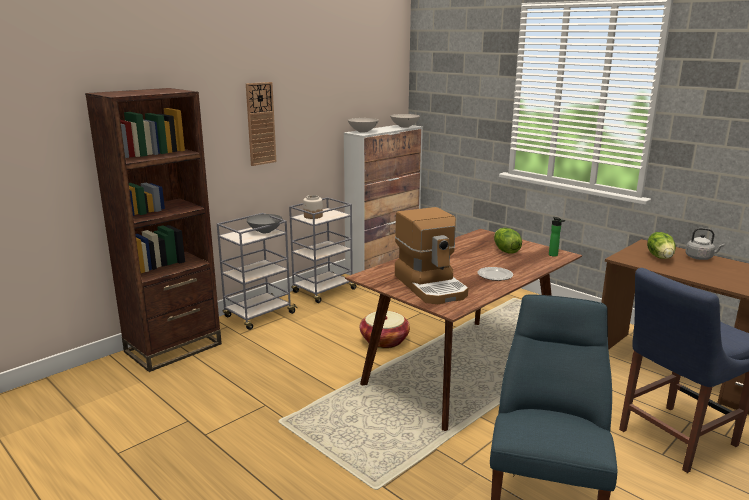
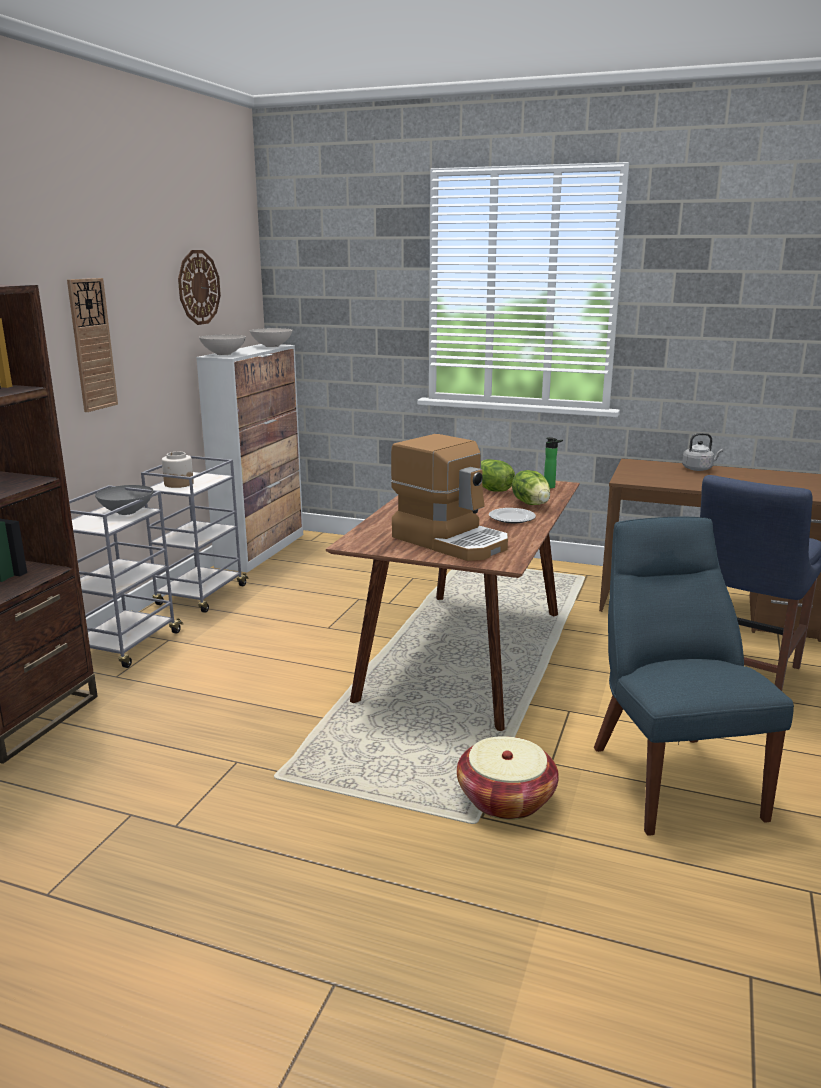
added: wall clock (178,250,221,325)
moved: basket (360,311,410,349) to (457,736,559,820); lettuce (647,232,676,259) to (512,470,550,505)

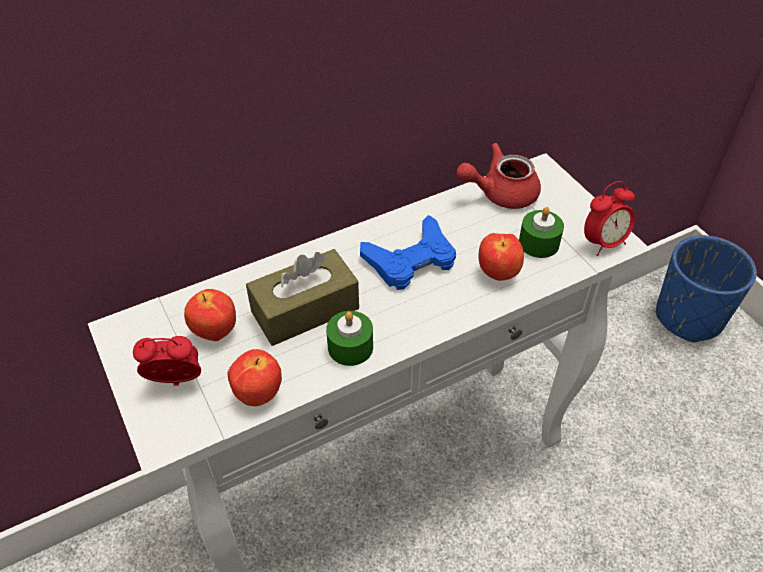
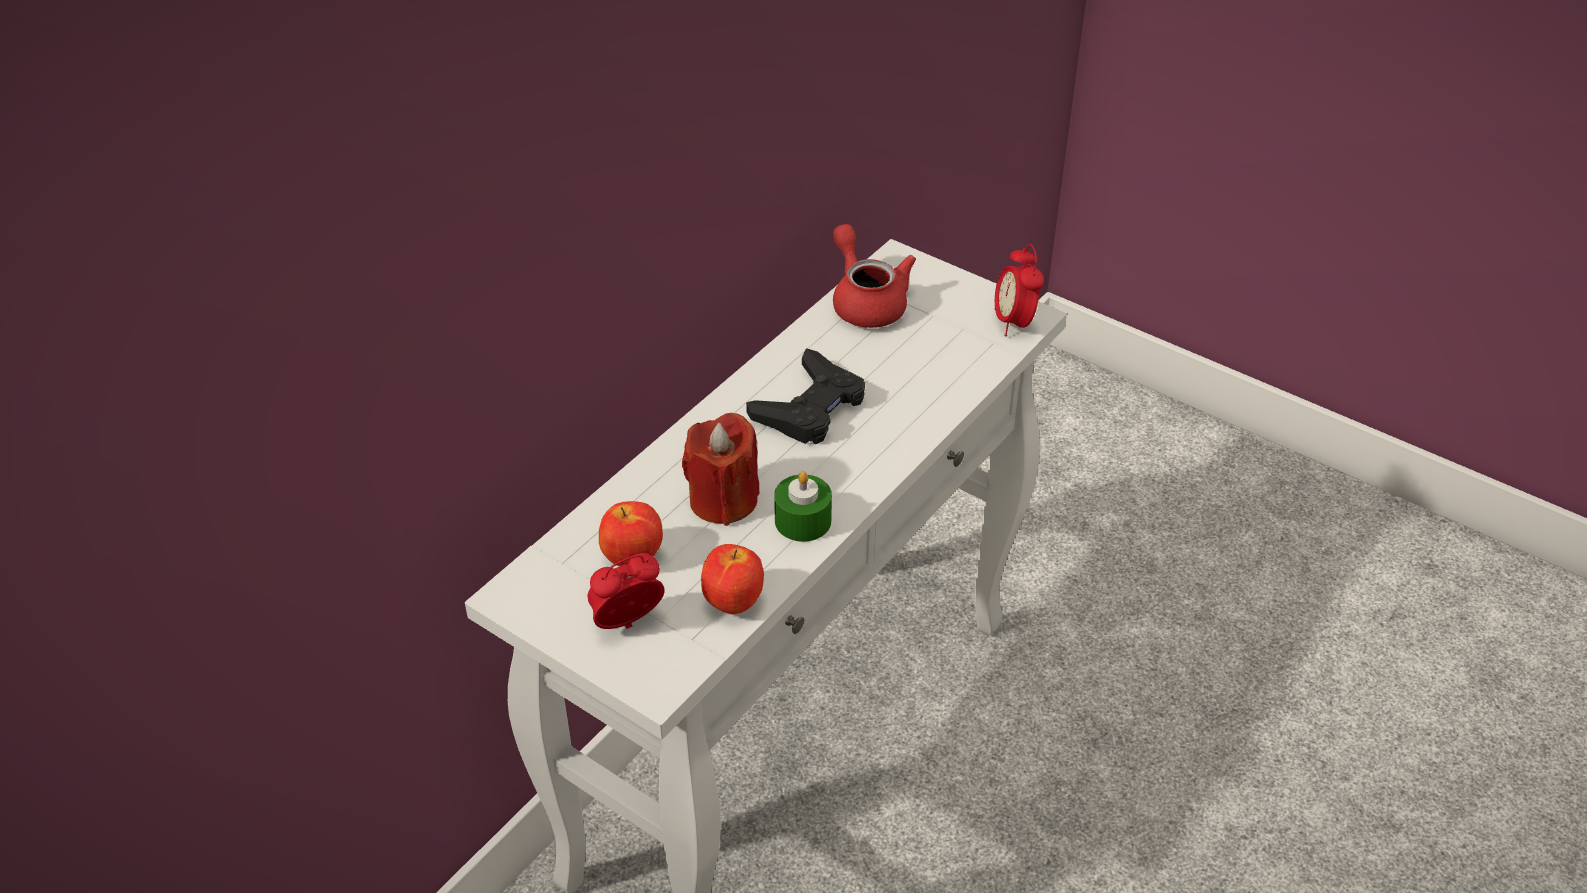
removed: apple (478,233,524,281); wax candle/green-coloured (519,207,564,258); plant pot/blue (656,235,757,343)
replaced: box of tissues/brown (246,249,359,346) to wax candle/reddish (682,413,759,526)
recoloured: gamepad/blue (360,215,456,290) to gamepad/blackish (746,348,865,444)
turned: tea pot/reddish (456,143,541,209) = (833,224,916,328) 105 degrees clockwise; table clock (584,181,635,256) = (994,244,1044,337) 135 degrees clockwise

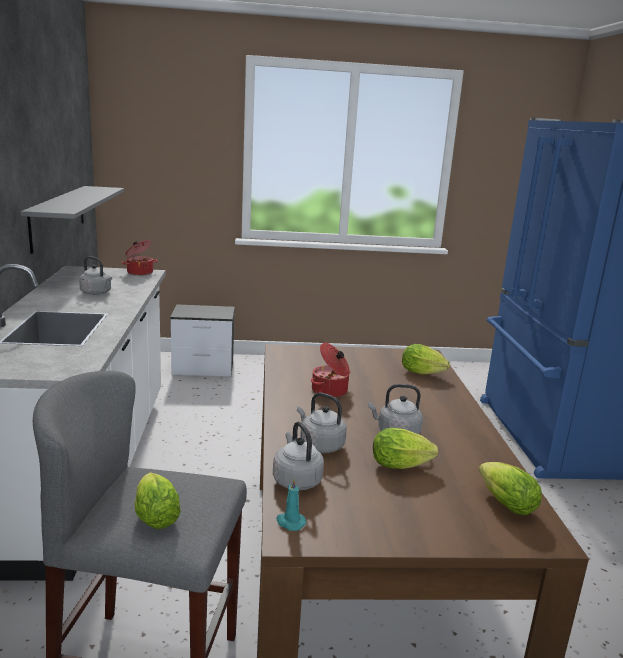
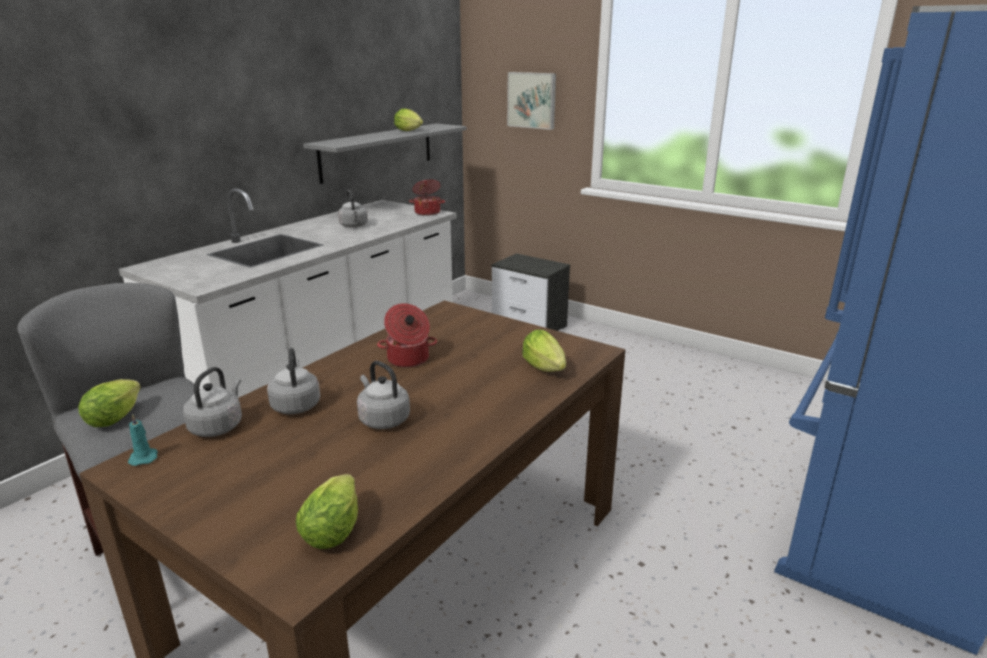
added: wall picture (507,72,556,130)
moved: lettuce (373,428,439,469) to (394,108,423,131)

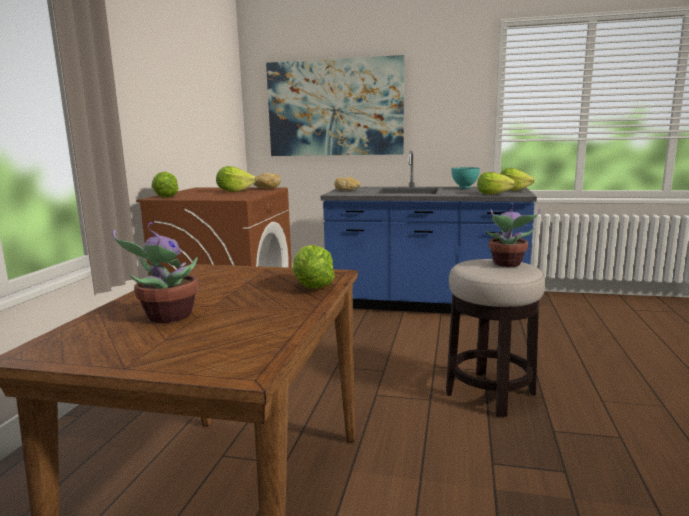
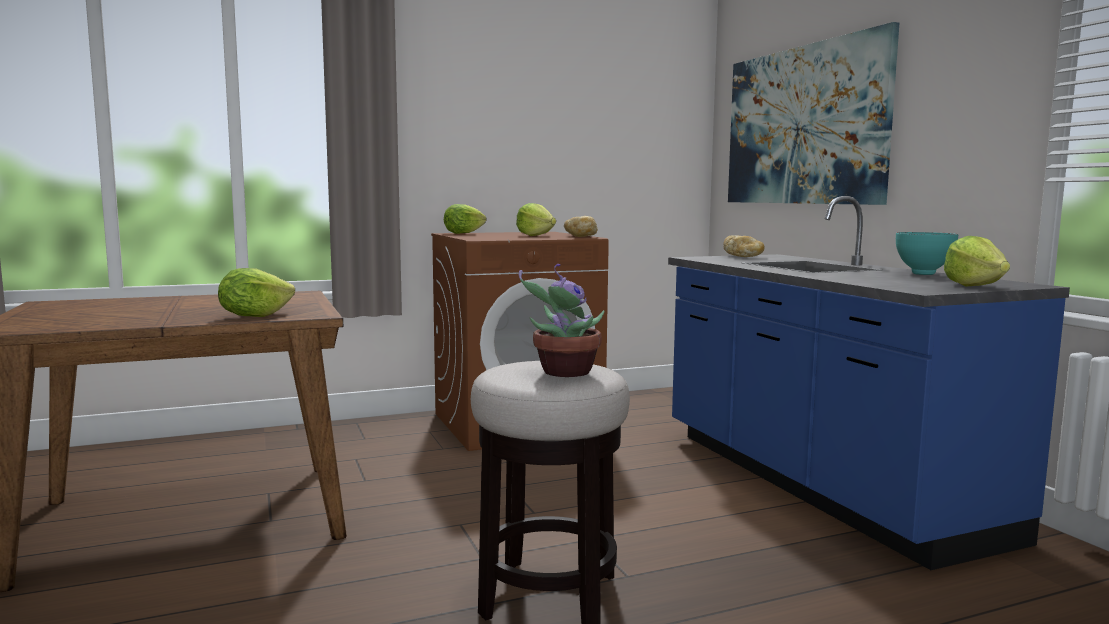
removed: houseplant (112,222,199,323); lettuce (477,172,515,194)

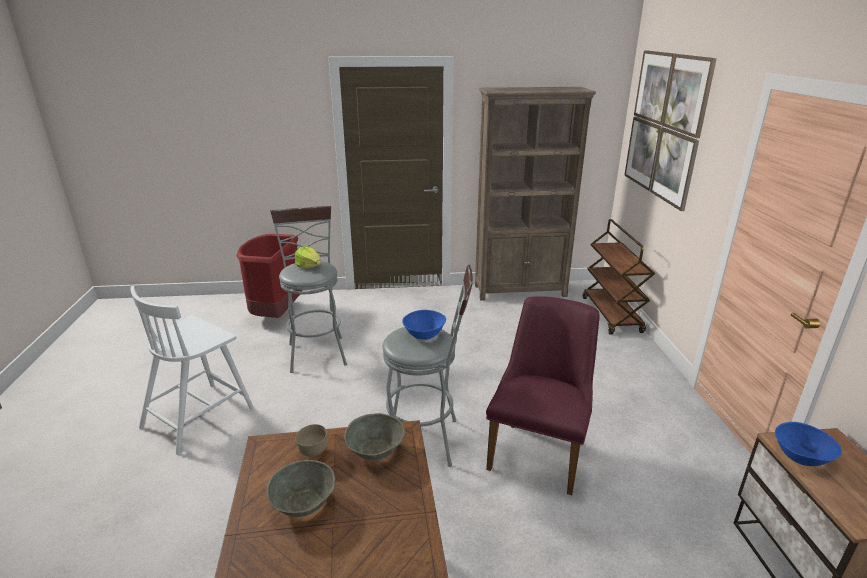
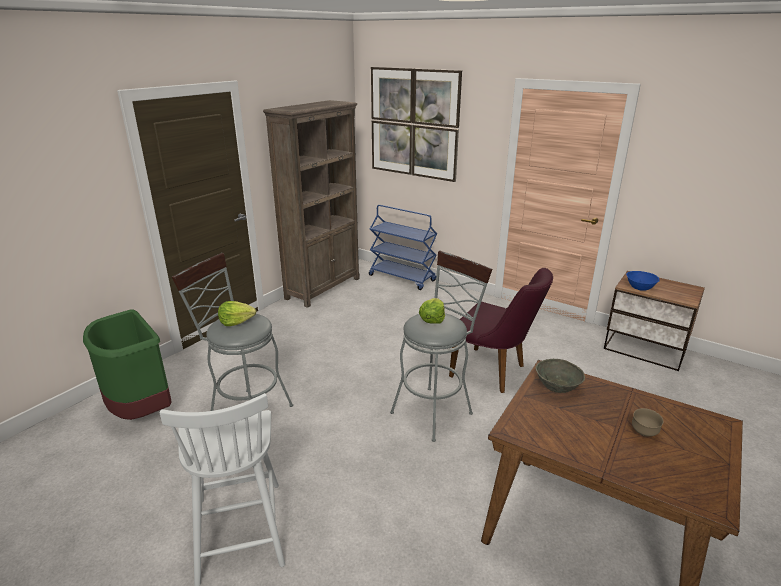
removed: bowl/gray (266,460,335,517)
moved: bowl/brown (295,424,328,456) to (632,408,664,437)
replaced: bowl/blue (402,310,446,340) to lettuce (419,298,445,324)
recoloured: rubbish bin/reddish (237,234,302,318) to rubbish bin/green-coloured (83,309,171,420); wheeled cart/brown (583,219,655,334) to wheeled cart/blue (369,205,437,290)
turned: upright chair/purplish (486,296,600,495) = (449,268,553,393) 150 degrees clockwise

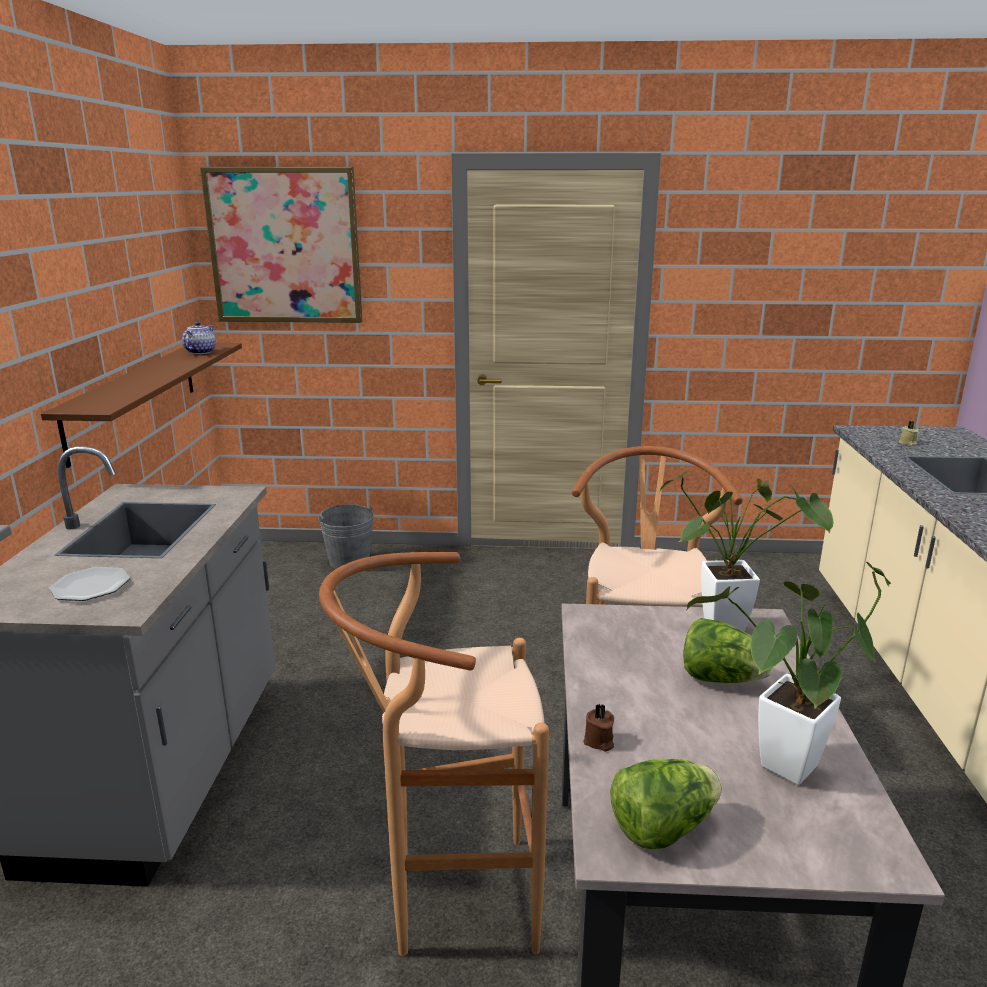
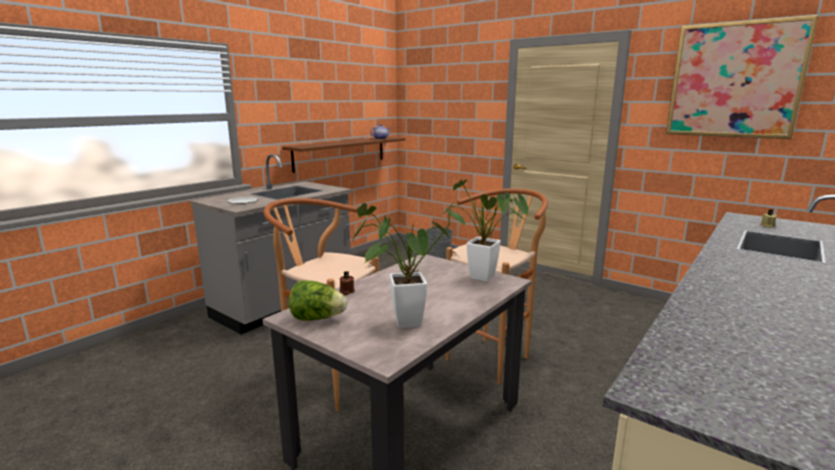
removed: lettuce (683,618,774,683)
moved: wall picture (200,167,362,323) to (666,15,819,139)

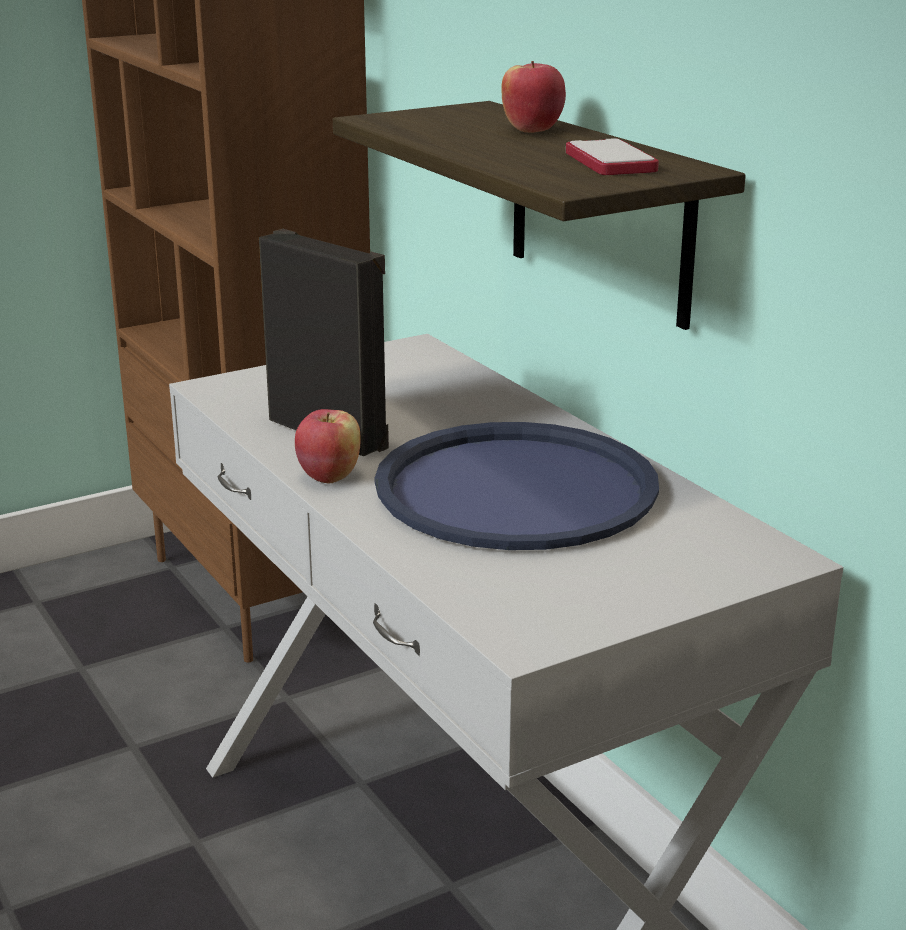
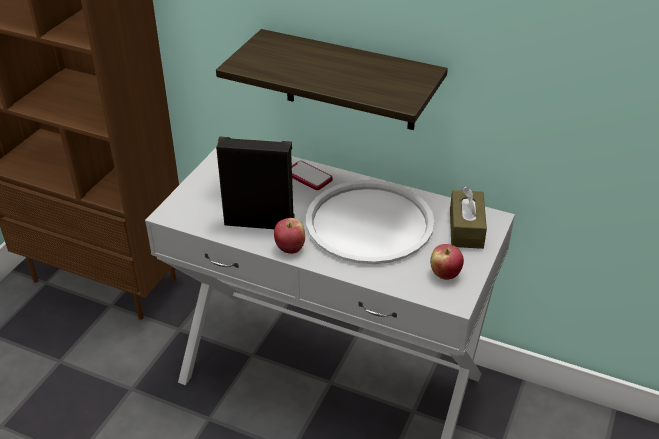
added: box of tissues/brown (450,186,487,249)
moved: apple (502,61,566,133) to (430,244,464,280); phone (566,138,659,175) to (292,161,332,190)
recoloured: serving tray/blue (374,422,659,550) to serving tray/white (306,180,434,264)

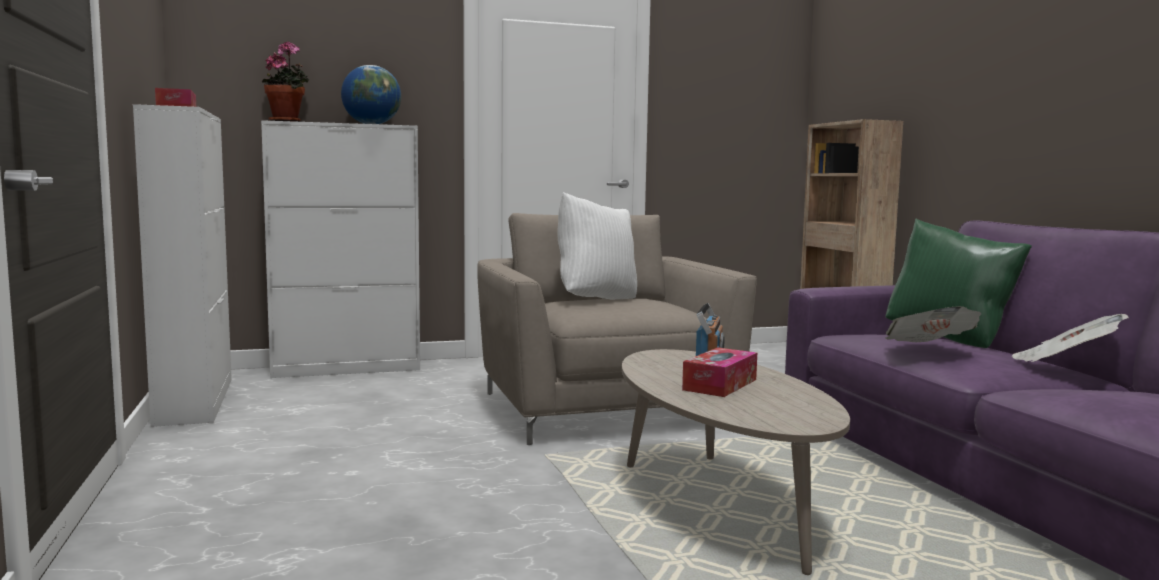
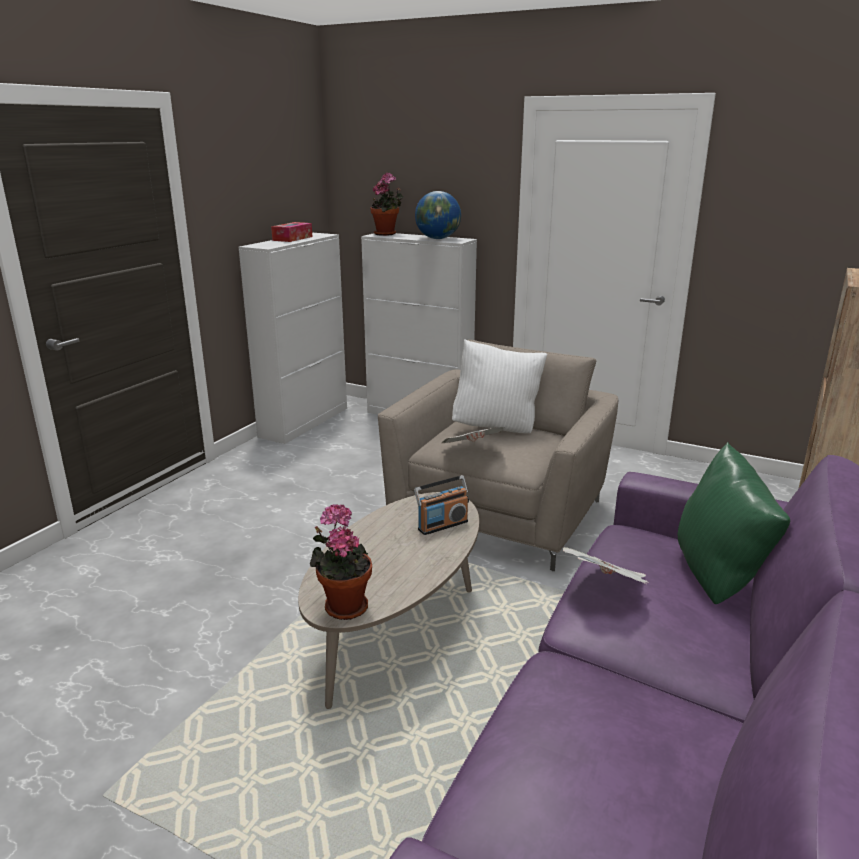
removed: box of tissues (682,347,757,397)
added: houseplant (310,504,372,620)
moved: newspaper (1011,314,1129,362) to (442,427,504,443)

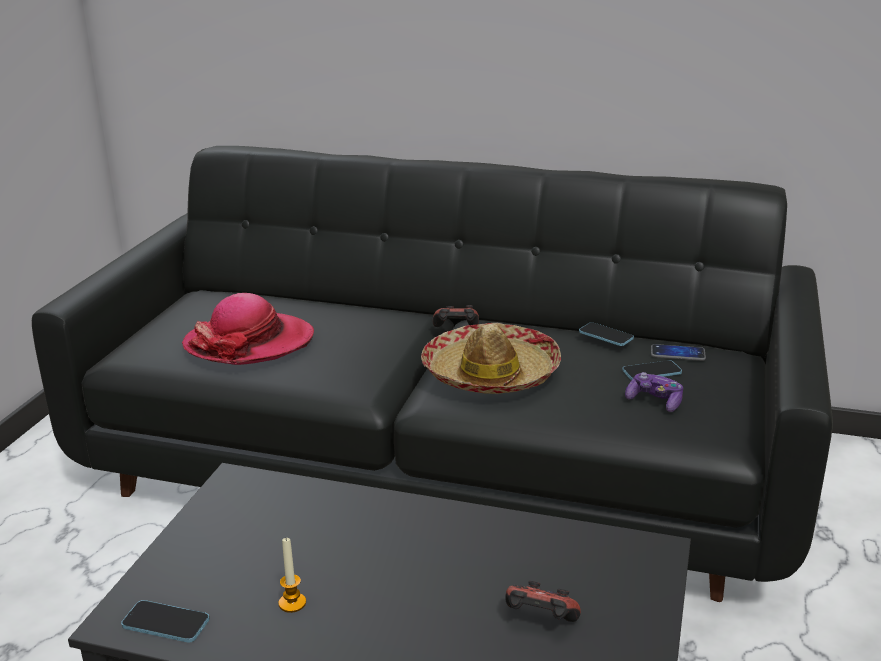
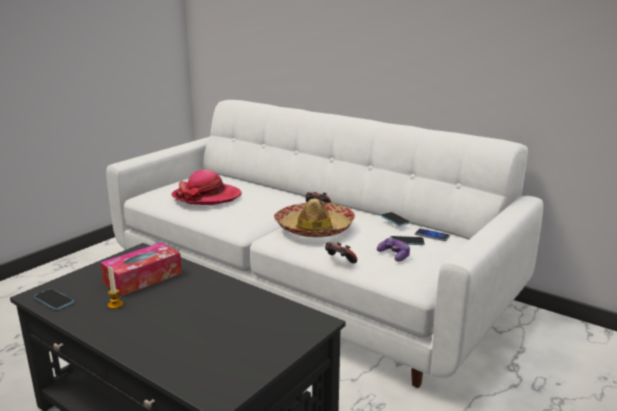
added: box of tissues (101,242,182,296)
moved: gamepad (505,581,581,622) to (325,242,357,263)
recoloured: couch/blackish (32,146,833,602) to couch/white (106,100,543,388)

